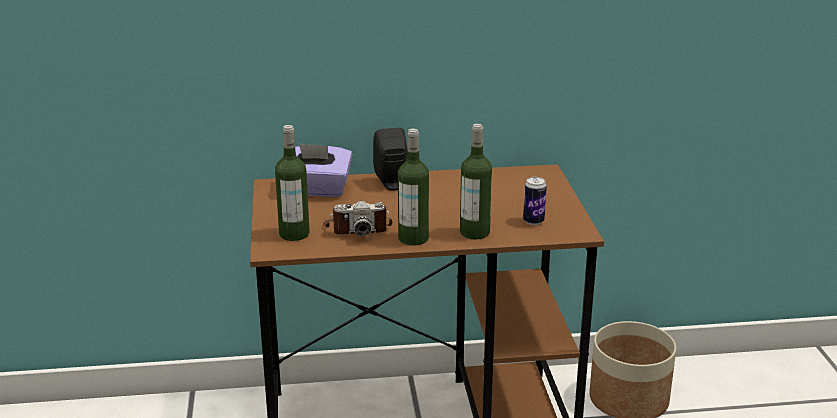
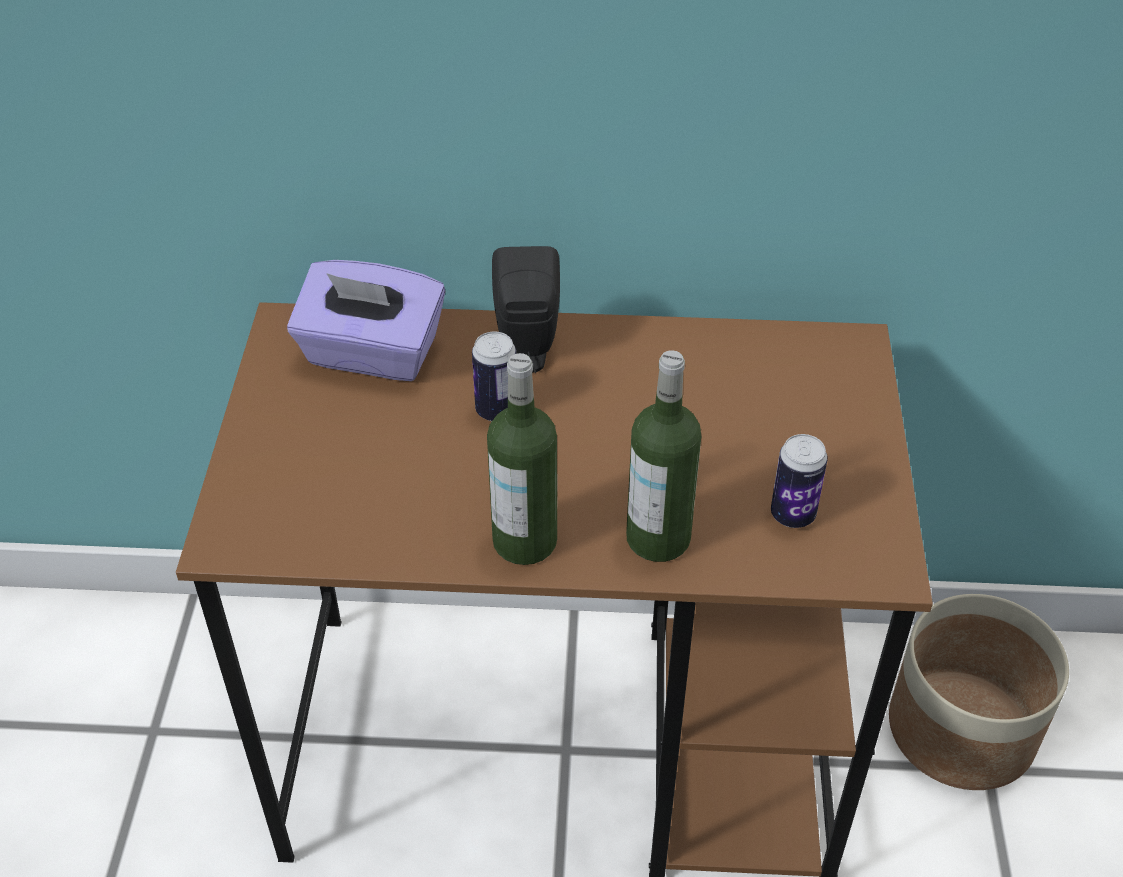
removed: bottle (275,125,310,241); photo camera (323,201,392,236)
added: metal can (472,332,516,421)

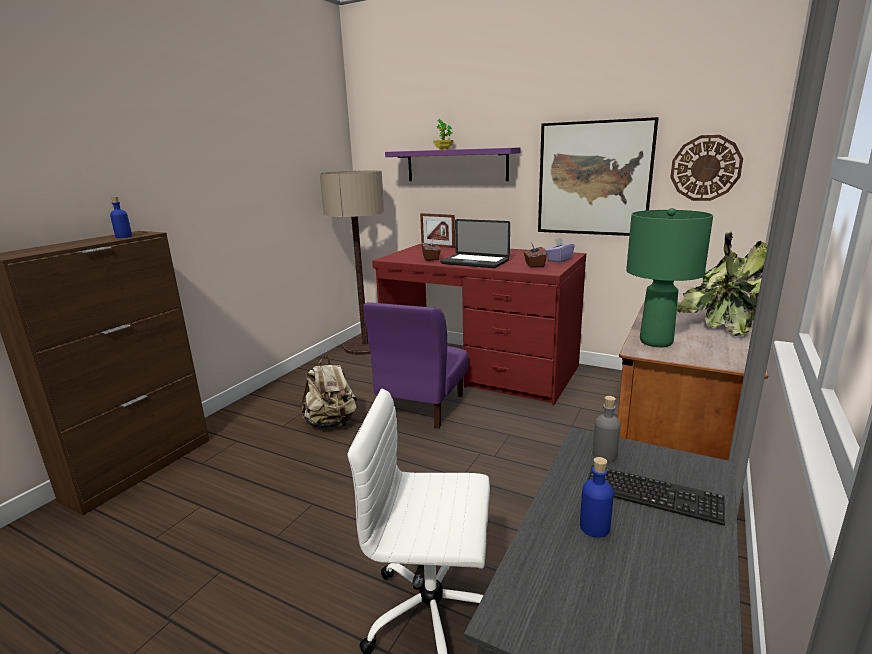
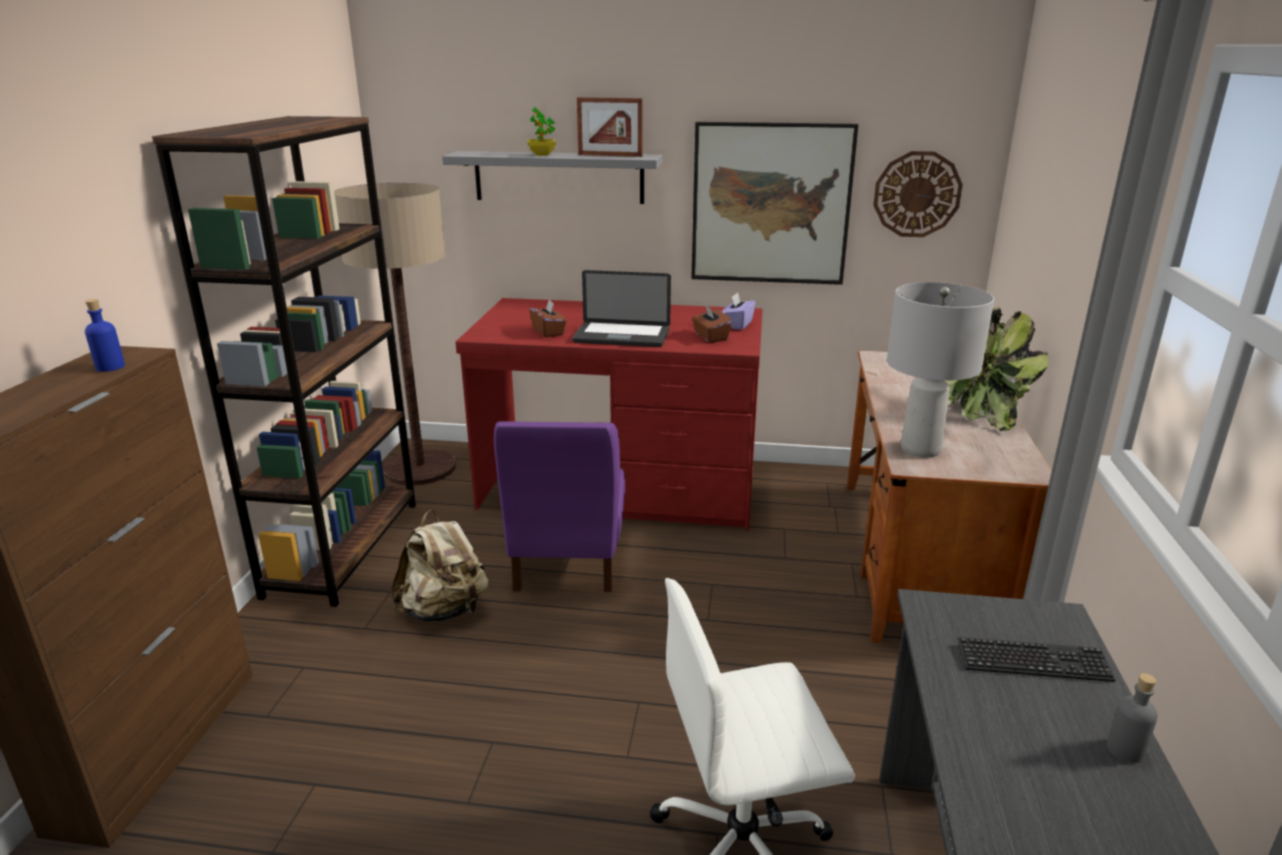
removed: bottle/blue (580,457,614,538)
added: bookcase/brown (152,116,416,607)
moved: picture frame (420,213,455,248) to (577,97,643,157); bottle/gray (593,396,621,461) to (1107,673,1158,763)
recoloured: bracket shelf/purplish (385,147,521,181) to bracket shelf/gray (442,151,662,204); table lamp/green-coloured (626,208,713,347) to table lamp/gray (887,282,994,458)

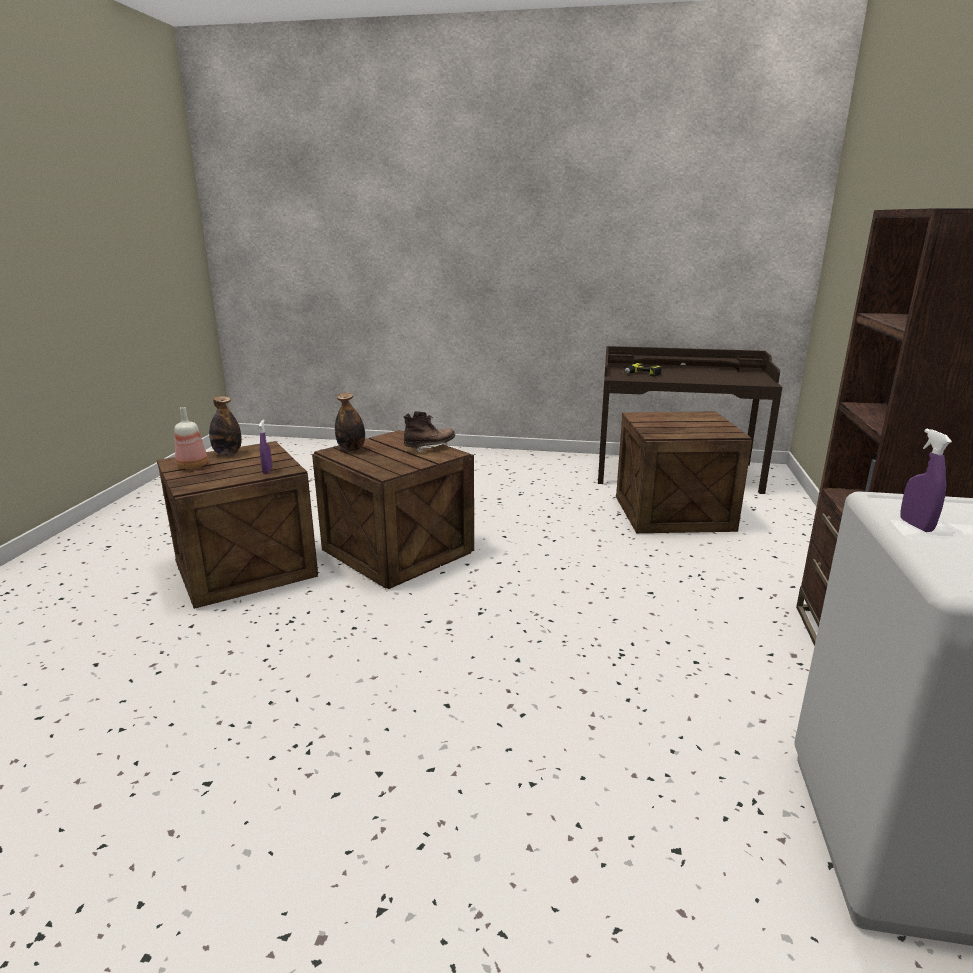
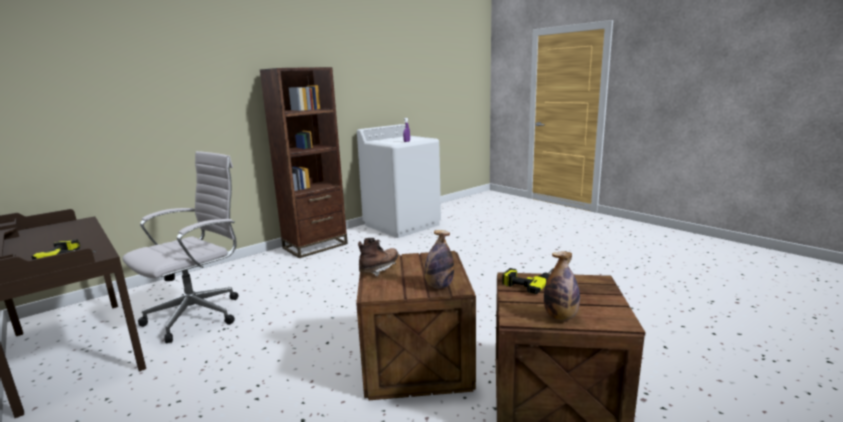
removed: bottle (174,407,208,469)
replaced: sprayer/purplish (259,420,272,474) to drill (502,268,553,294); packing crate (616,412,752,533) to office chair/white (122,151,238,343)
turned: boot/brown (404,411,455,453) = (358,238,398,276) 120 degrees clockwise

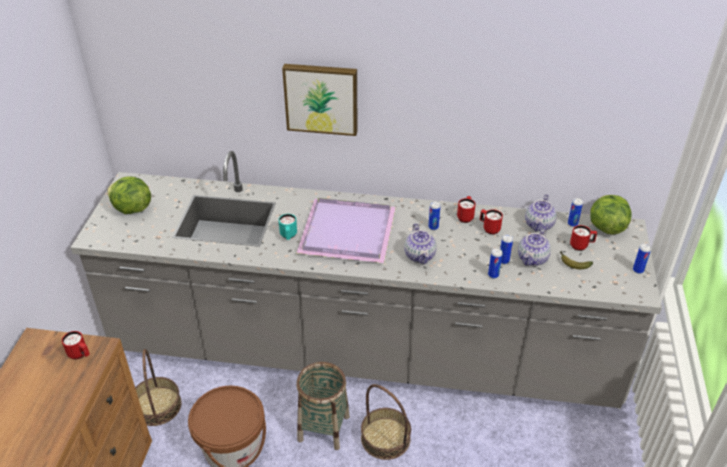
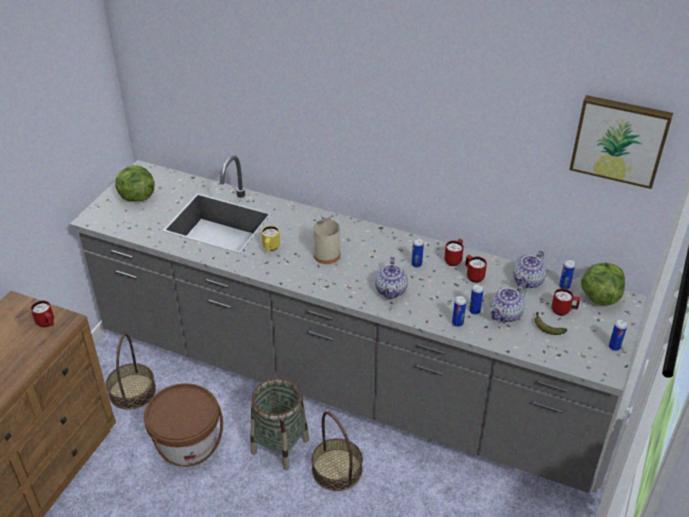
moved: wall picture (282,64,358,136) to (569,95,673,189)
replaced: serving tray/purplish (297,198,396,263) to bottle/sand-coloured (313,213,340,264)
recoloured: tea mug/turquoise-coloured (279,214,297,240) to tea mug/yellowish (262,226,280,252)

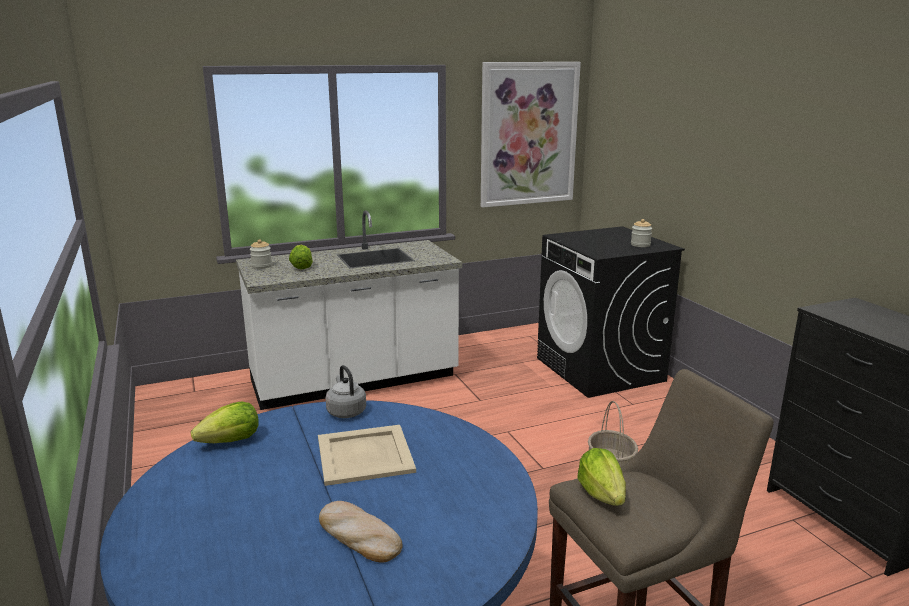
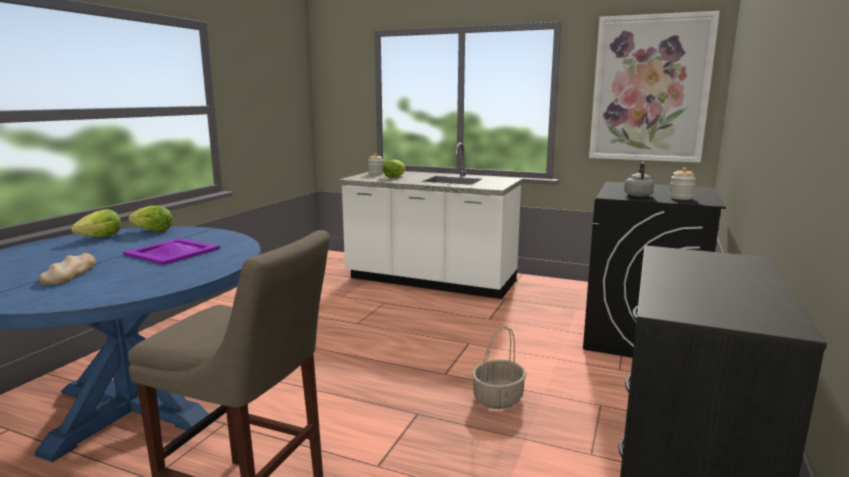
moved: kettle/gray (325,365,366,418) to (624,162,654,197); lettuce (577,448,626,506) to (71,209,121,237)
recoloured: serving tray/sand-coloured (318,425,416,486) to serving tray/purplish (123,238,220,265)

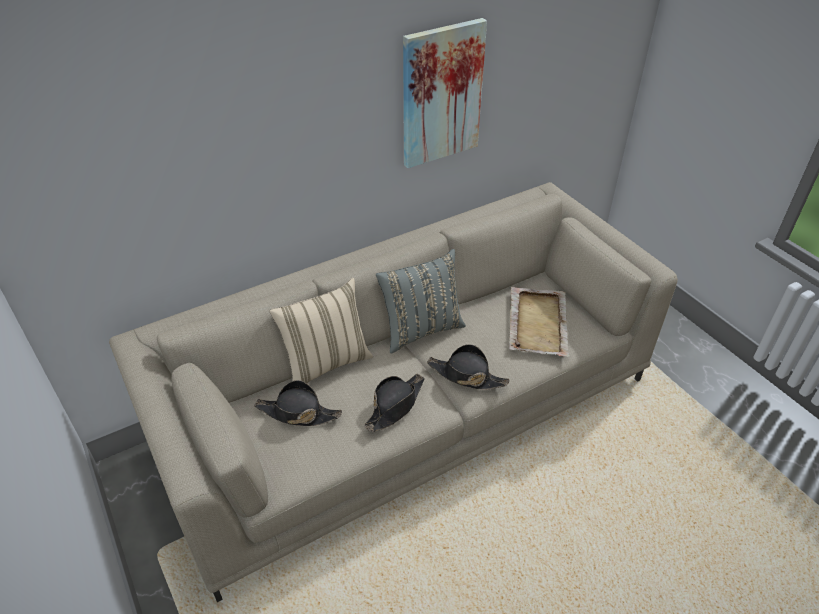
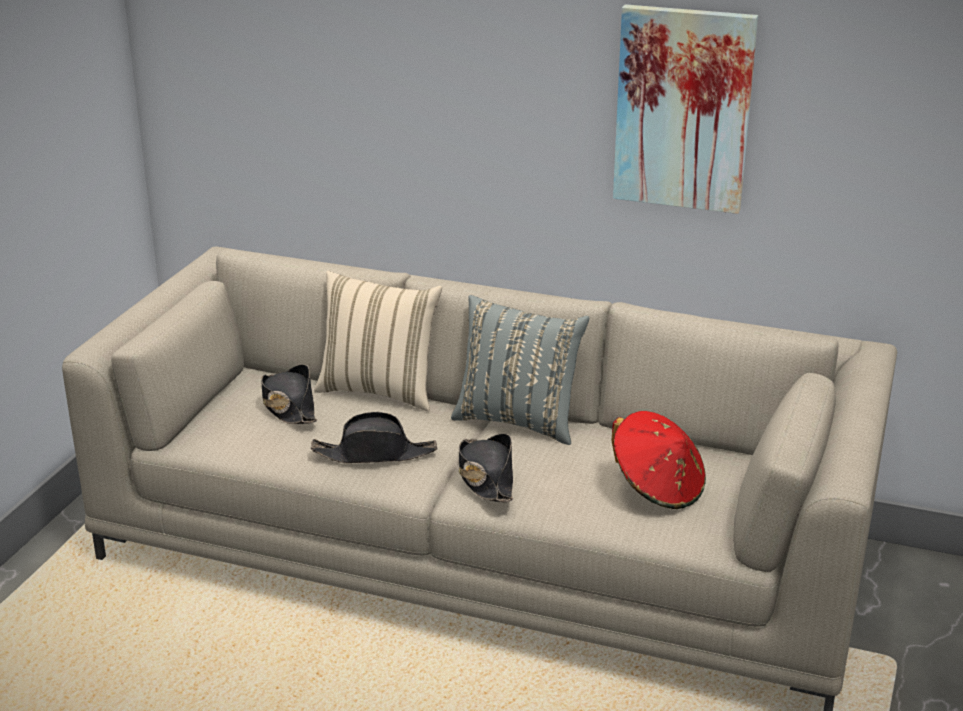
replaced: serving tray/sand-coloured (509,287,570,357) to clothing hat/reddish (611,411,706,509)

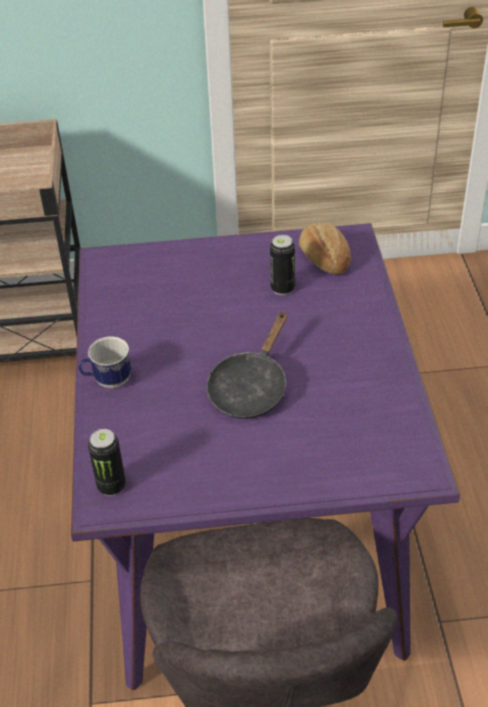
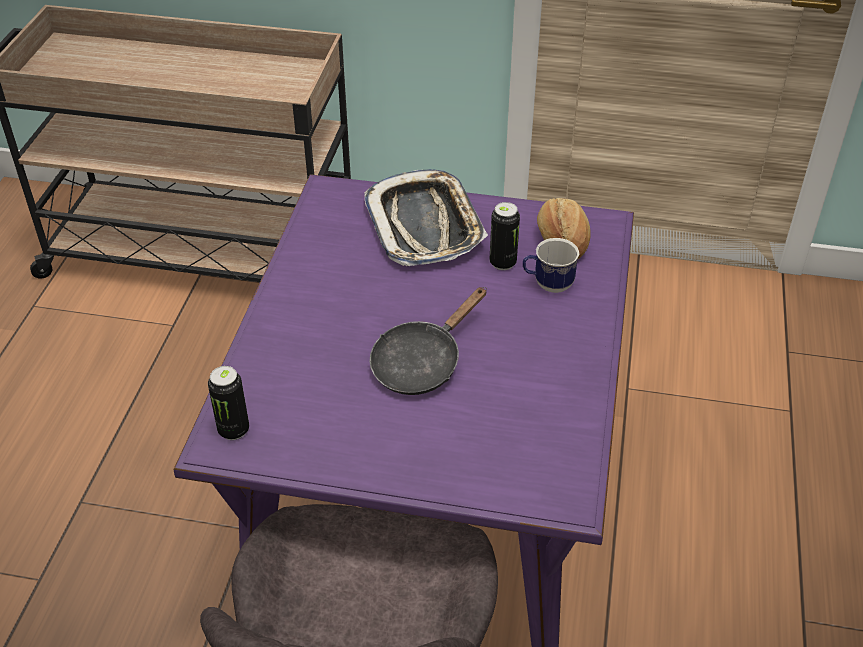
added: serving tray (364,169,488,266)
moved: tea mug (78,337,131,388) to (523,238,579,293)

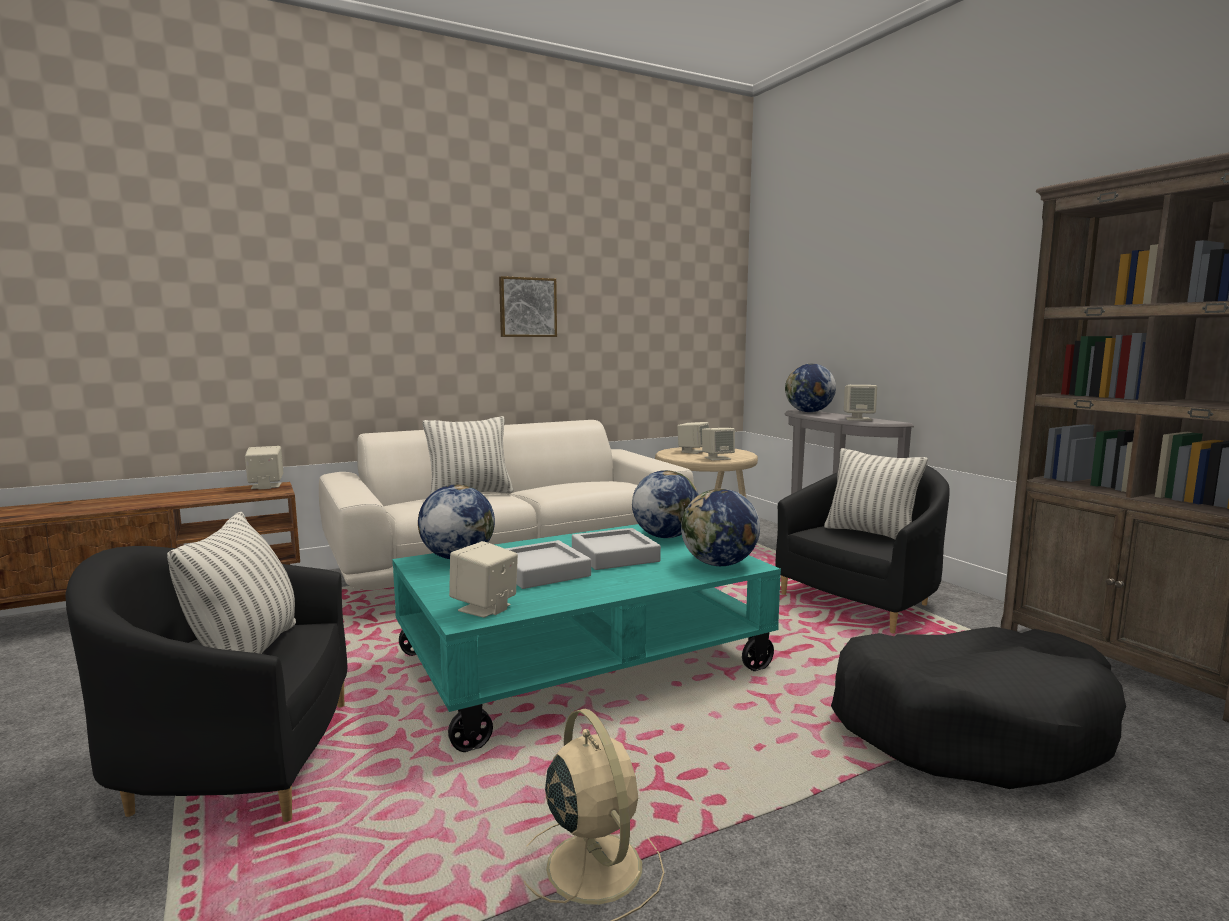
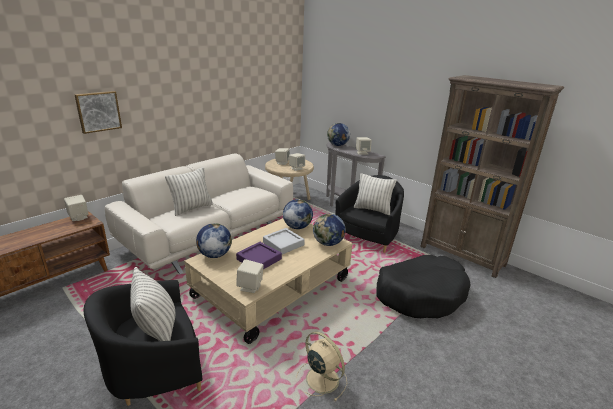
moved: wall picture (499,276,557,337) to (74,91,122,134)
recoloured: coffee table/turquoise-coloured (392,524,781,752) to coffee table/sand-coloured (184,218,352,344); serving tray/gray (506,540,591,589) to serving tray/purplish (236,242,282,270)

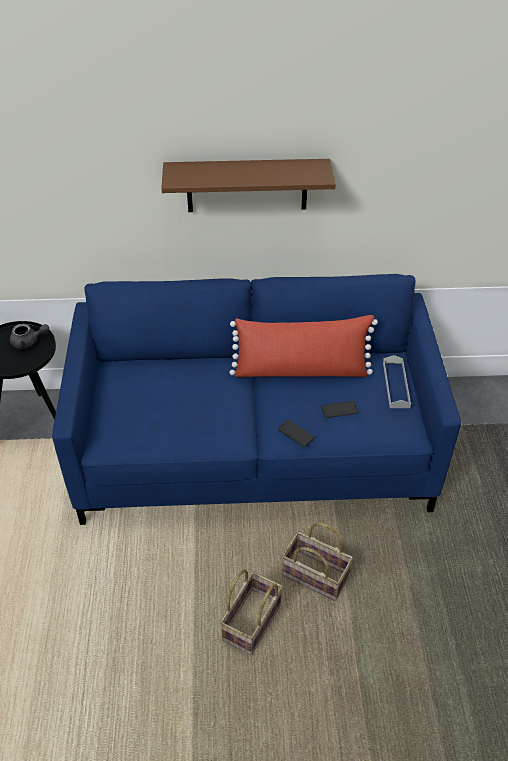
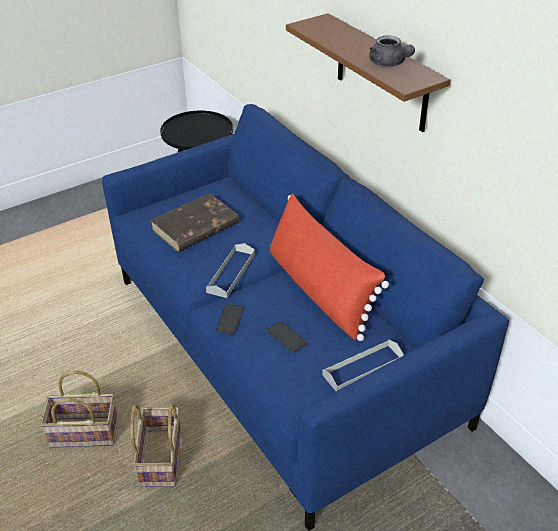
added: book/brown (150,193,239,252); serving tray/gray (206,243,255,298)
moved: tea pot/gray (10,324,49,349) to (369,36,415,66)

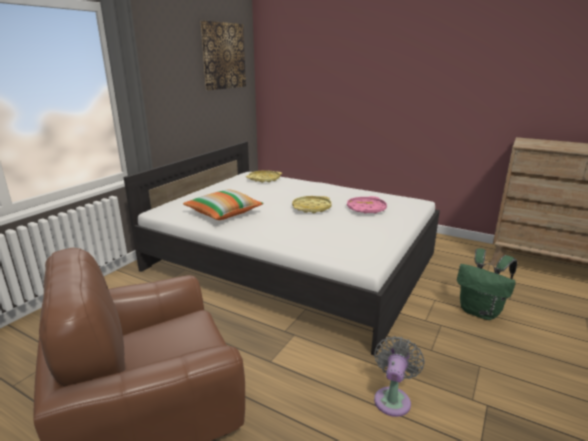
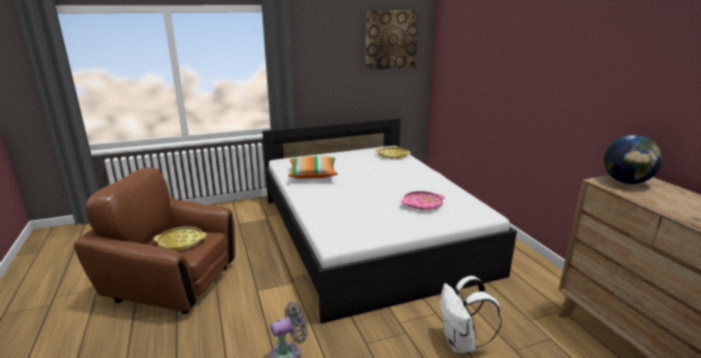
added: globe (603,135,662,184)
moved: serving tray/yellowish (292,196,332,213) to (153,226,206,250)
recoloured: knapsack/green-coloured (457,249,517,320) to knapsack/white (440,276,502,353)

